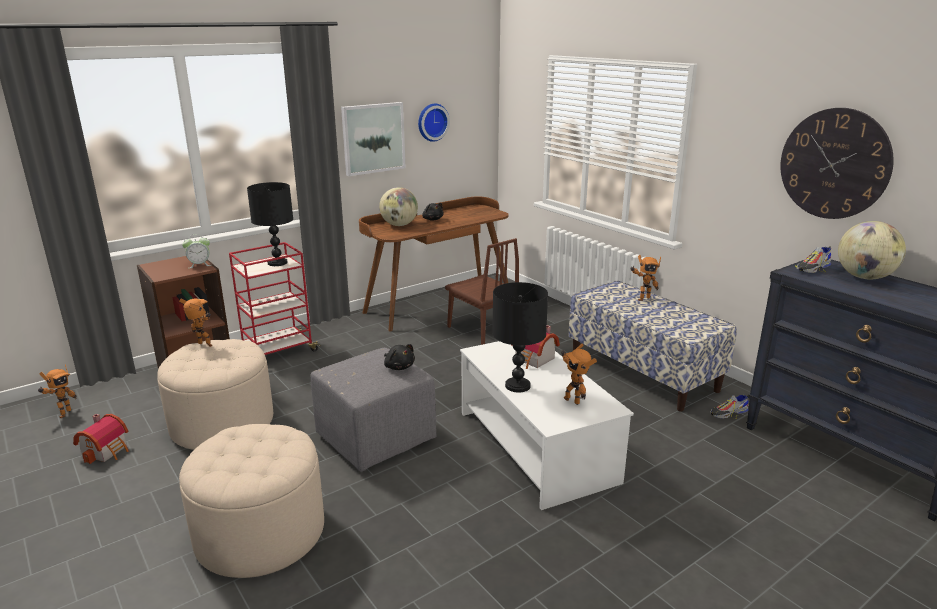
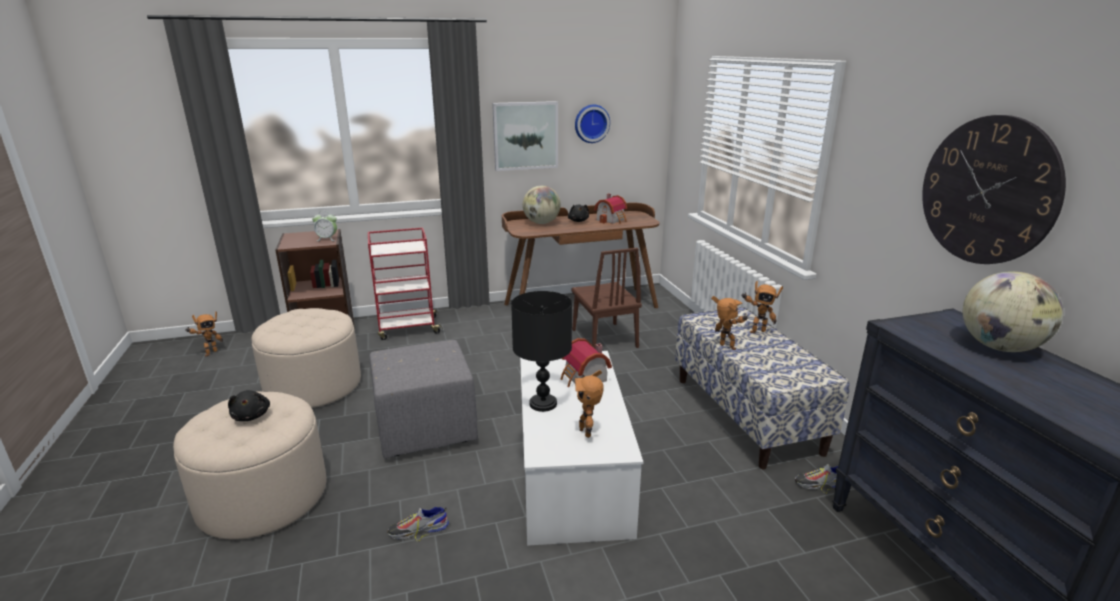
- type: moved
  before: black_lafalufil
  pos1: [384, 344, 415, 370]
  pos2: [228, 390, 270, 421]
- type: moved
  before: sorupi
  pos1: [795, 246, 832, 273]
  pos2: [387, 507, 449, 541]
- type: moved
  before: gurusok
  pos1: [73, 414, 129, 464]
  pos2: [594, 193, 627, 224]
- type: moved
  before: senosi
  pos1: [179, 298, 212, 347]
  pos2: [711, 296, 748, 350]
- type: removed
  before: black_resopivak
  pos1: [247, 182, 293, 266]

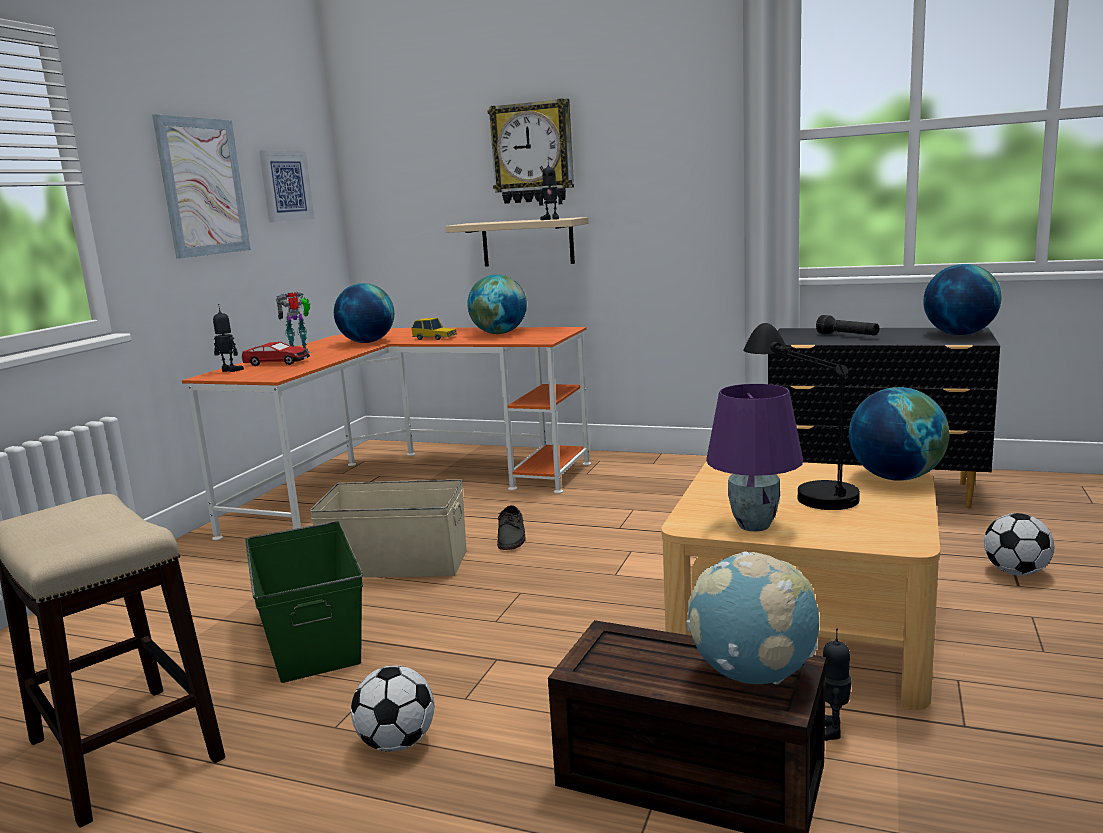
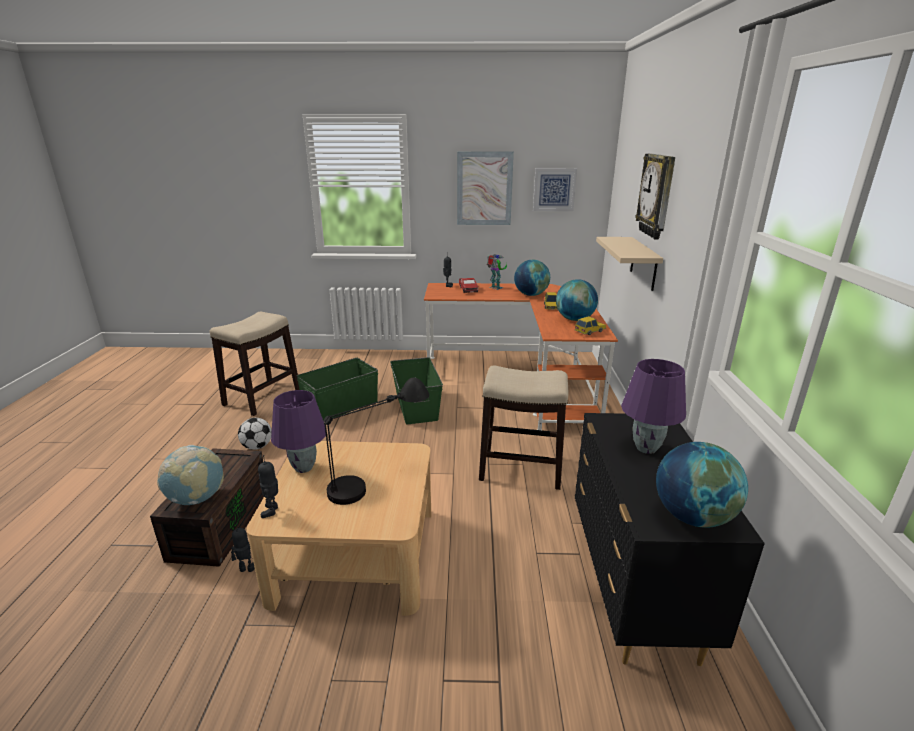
- type: moved
  before: senosi
  pos1: [539, 163, 562, 220]
  pos2: [258, 455, 278, 518]
- type: recoloured
  before: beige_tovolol
  after: green_tovolol
  pos1: [310, 479, 467, 578]
  pos2: [390, 357, 443, 424]
- type: added
  after: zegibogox
  pos2: [479, 366, 568, 490]
- type: added
  after: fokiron
  pos2: [575, 316, 606, 335]
- type: replaced
  before: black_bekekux
  after: purple_resopivak
  pos1: [816, 315, 879, 336]
  pos2: [621, 359, 686, 454]
- type: removed
  before: grey_sorupi
  pos1: [497, 505, 526, 550]
- type: removed
  before: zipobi
  pos1: [849, 387, 949, 481]
- type: removed
  before: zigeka
  pos1: [984, 513, 1054, 576]

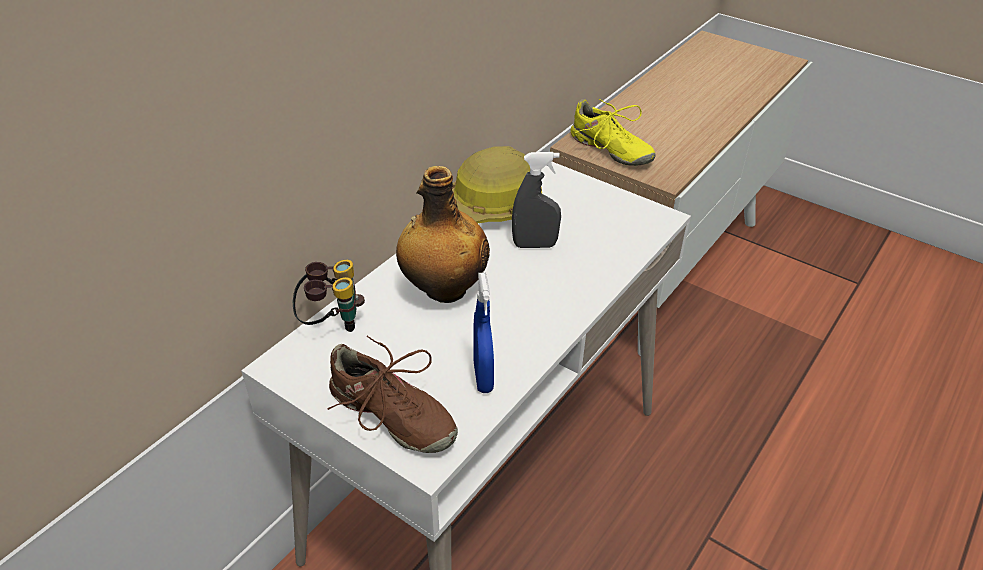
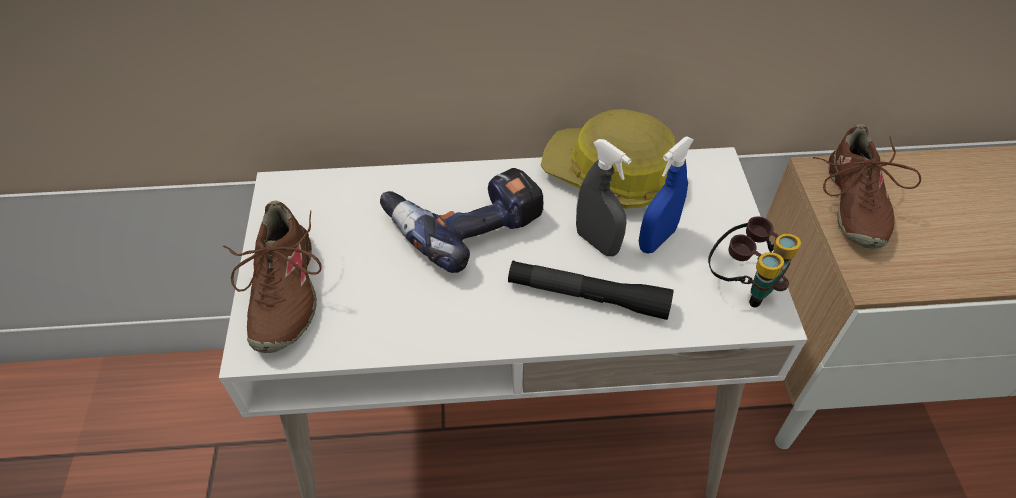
- type: replaced
  before: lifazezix
  after: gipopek
  pos1: [396, 166, 490, 303]
  pos2: [380, 168, 544, 273]
- type: added
  after: black_bekekux
  pos2: [508, 261, 673, 320]
- type: moved
  before: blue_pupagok
  pos1: [474, 272, 494, 393]
  pos2: [639, 136, 694, 253]
- type: moved
  before: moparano
  pos1: [293, 260, 365, 332]
  pos2: [708, 216, 801, 308]
- type: recoloured
  before: yellow_sorupi
  after: brown_sorupi
  pos1: [571, 99, 656, 166]
  pos2: [813, 124, 921, 249]

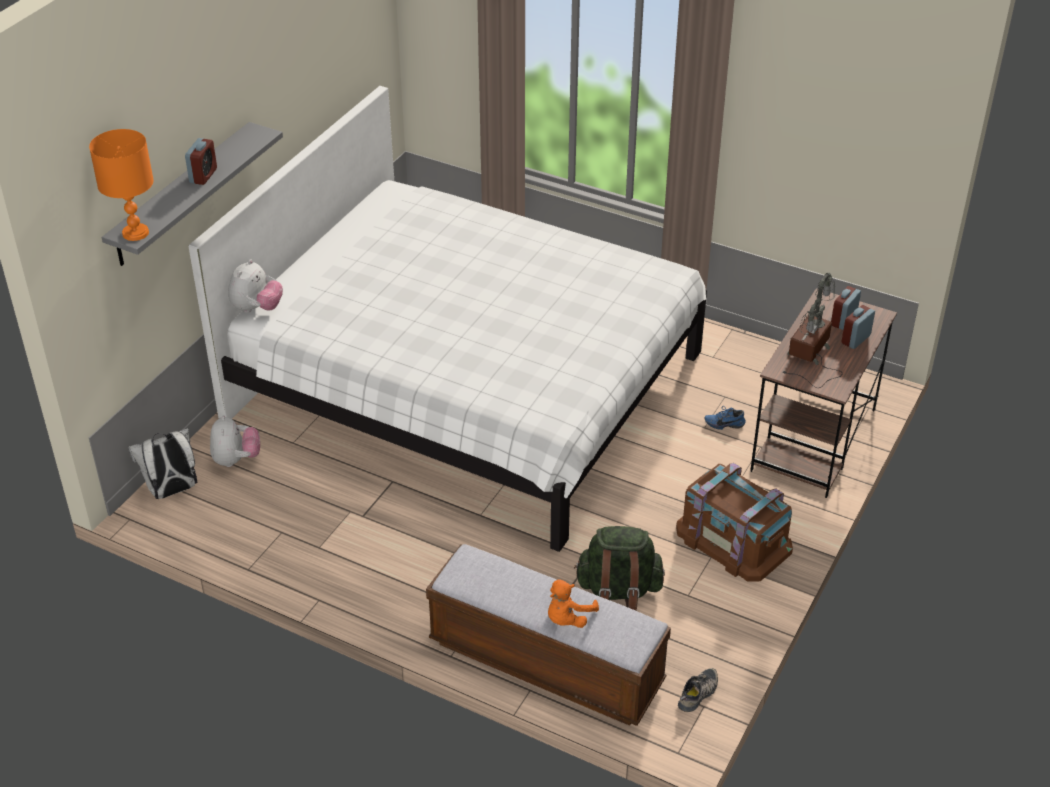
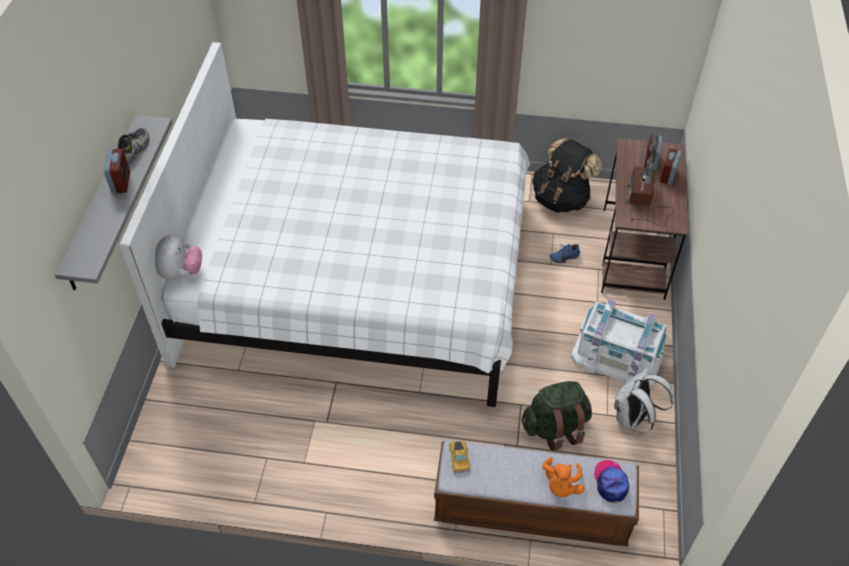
- type: moved
  before: sorupi
  pos1: [678, 668, 718, 712]
  pos2: [117, 128, 150, 165]
- type: added
  after: fokiron
  pos2: [449, 441, 471, 473]
- type: added
  after: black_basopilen
  pos2: [533, 138, 602, 213]
- type: recoloured
  before: brown_tovolol
  after: white_tovolol
  pos1: [676, 463, 793, 582]
  pos2: [571, 299, 667, 387]
- type: added
  after: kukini
  pos2: [594, 460, 629, 503]
- type: moved
  before: white_basopilen
  pos1: [128, 428, 197, 499]
  pos2: [614, 367, 673, 434]
- type: removed
  before: orange_resopivak
  pos1: [89, 129, 154, 241]
- type: removed
  before: lafalufil
  pos1: [210, 415, 260, 467]

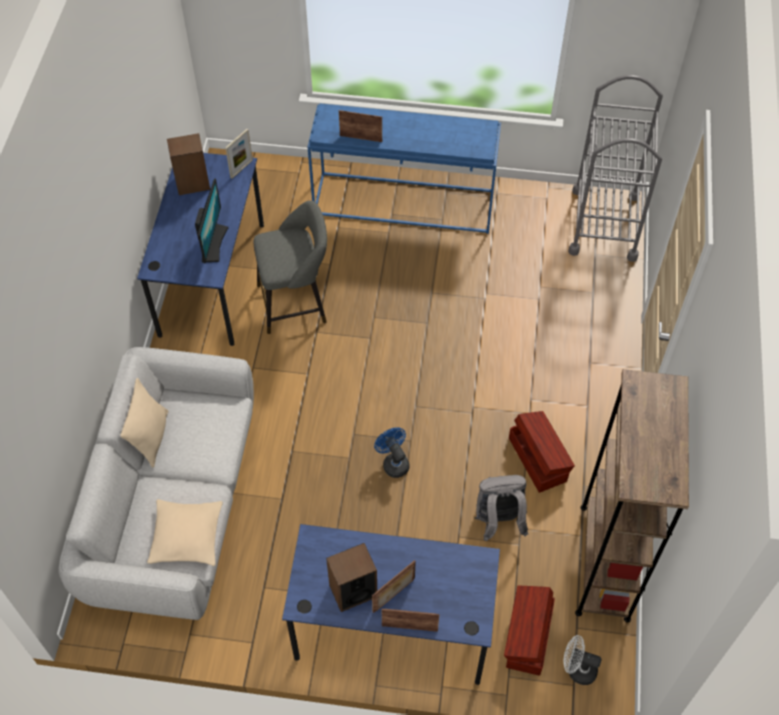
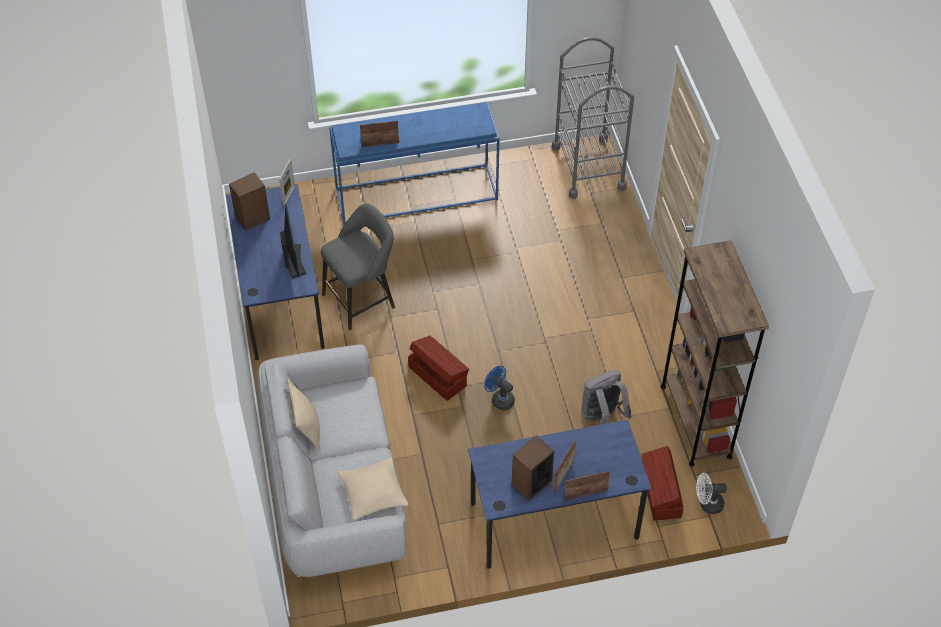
- type: moved
  before: brown_tovolol
  pos1: [509, 411, 575, 493]
  pos2: [408, 335, 469, 401]

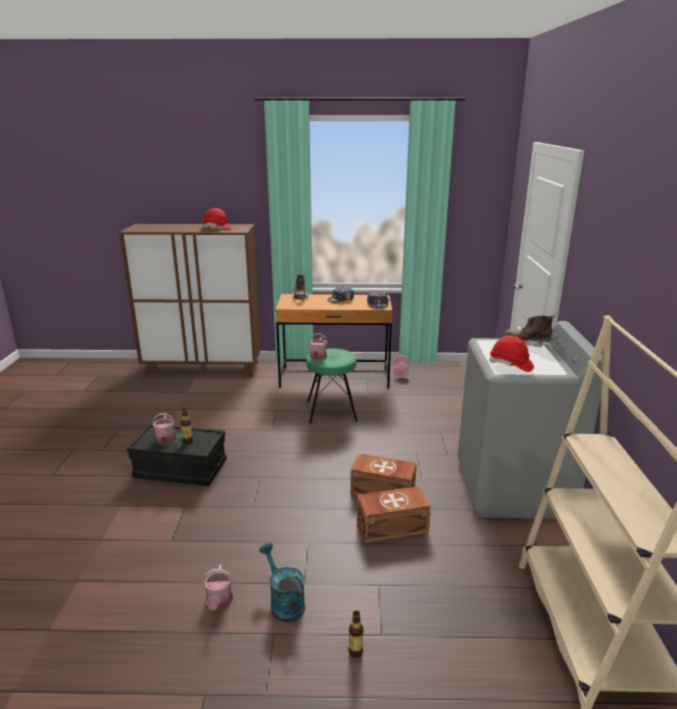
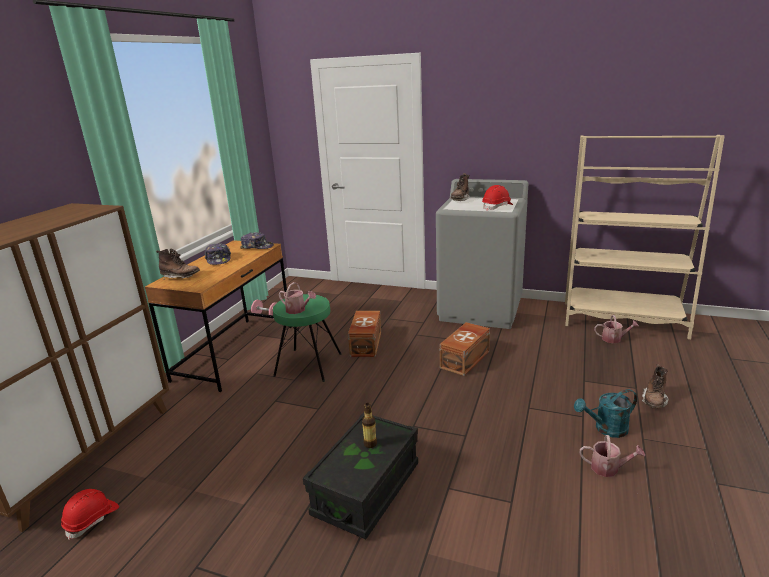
- type: moved
  before: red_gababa
  pos1: [202, 208, 232, 229]
  pos2: [61, 489, 119, 540]
- type: moved
  before: brown_tovolol
  pos1: [357, 486, 431, 543]
  pos2: [348, 311, 381, 357]
- type: moved
  before: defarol
  pos1: [152, 413, 176, 444]
  pos2: [594, 315, 639, 344]
- type: replaced
  before: lifazezix
  after: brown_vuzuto
  pos1: [348, 611, 363, 658]
  pos2: [642, 364, 668, 408]

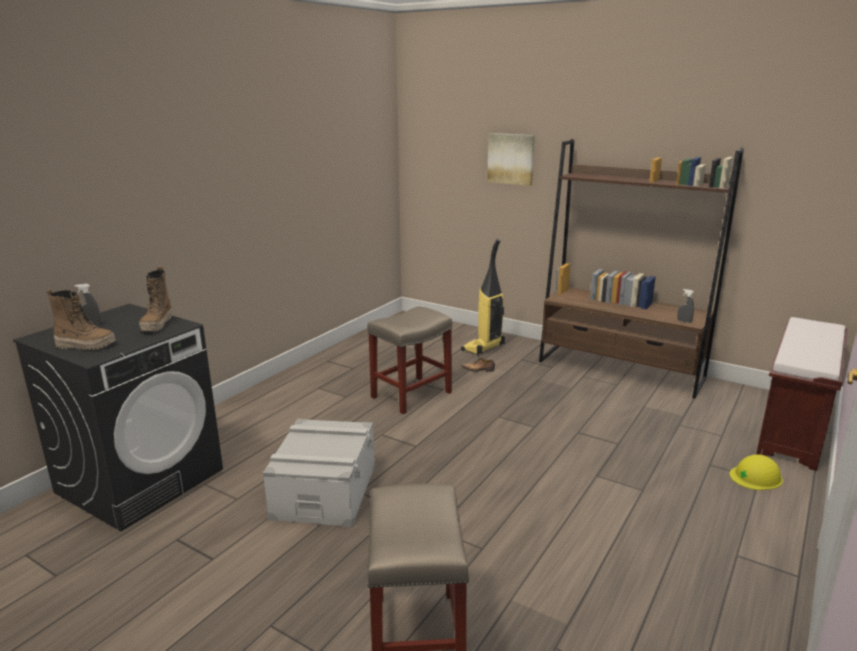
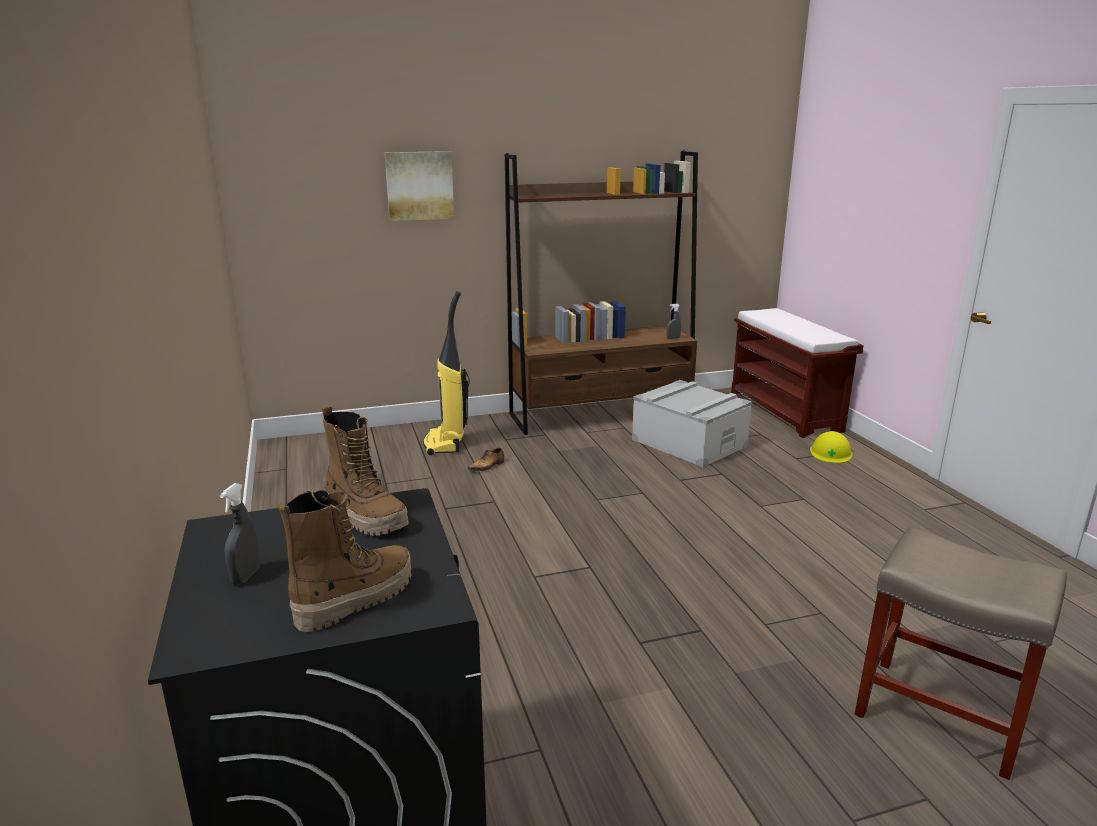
- type: moved
  before: grey_tovolol
  pos1: [263, 419, 375, 527]
  pos2: [632, 380, 752, 467]
- type: removed
  before: beige_zegibogox
  pos1: [367, 306, 452, 414]

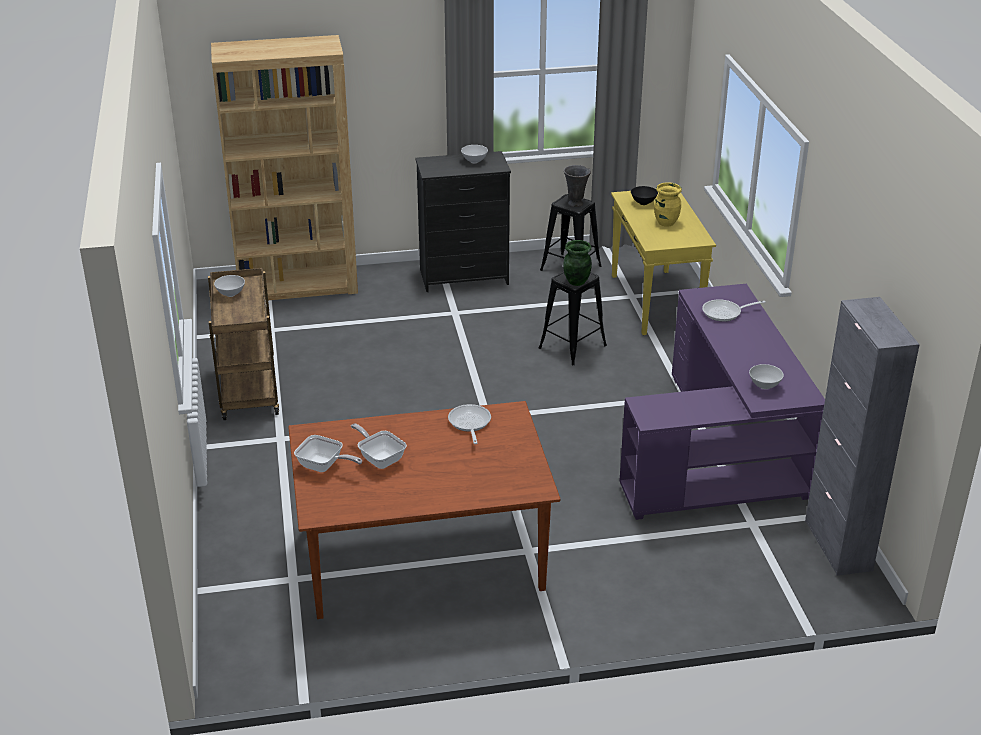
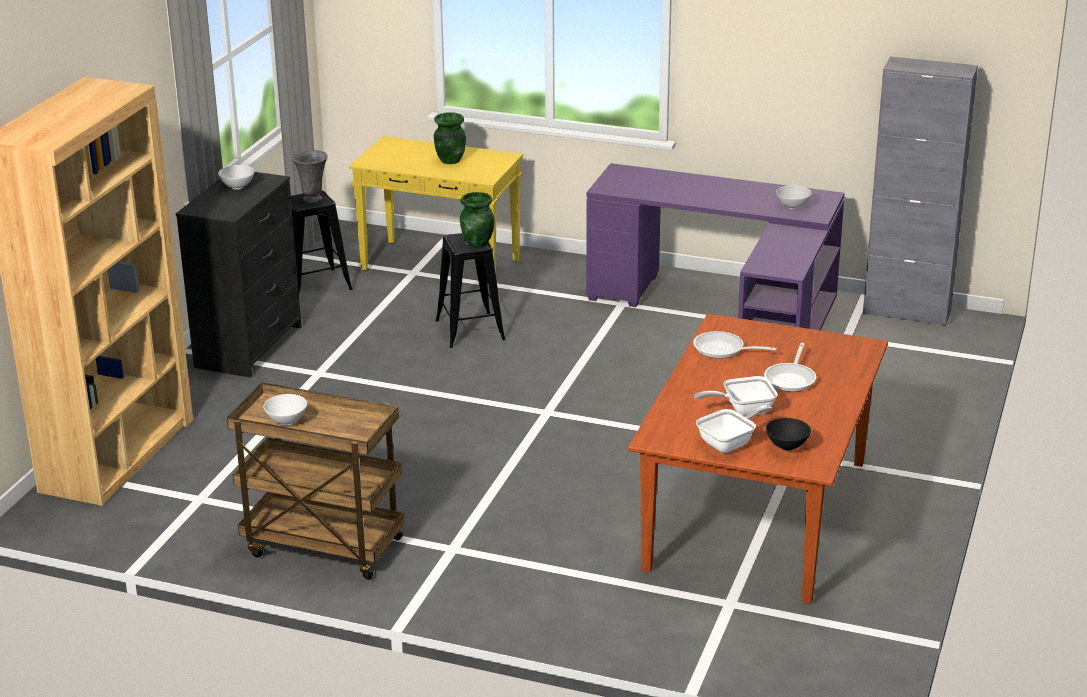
- type: recoloured
  before: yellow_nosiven
  after: green_nosiven
  pos1: [654, 182, 682, 227]
  pos2: [434, 112, 466, 164]
- type: moved
  before: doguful
  pos1: [702, 299, 766, 322]
  pos2: [764, 343, 816, 392]
- type: moved
  before: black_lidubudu
  pos1: [631, 186, 658, 205]
  pos2: [766, 418, 811, 451]

